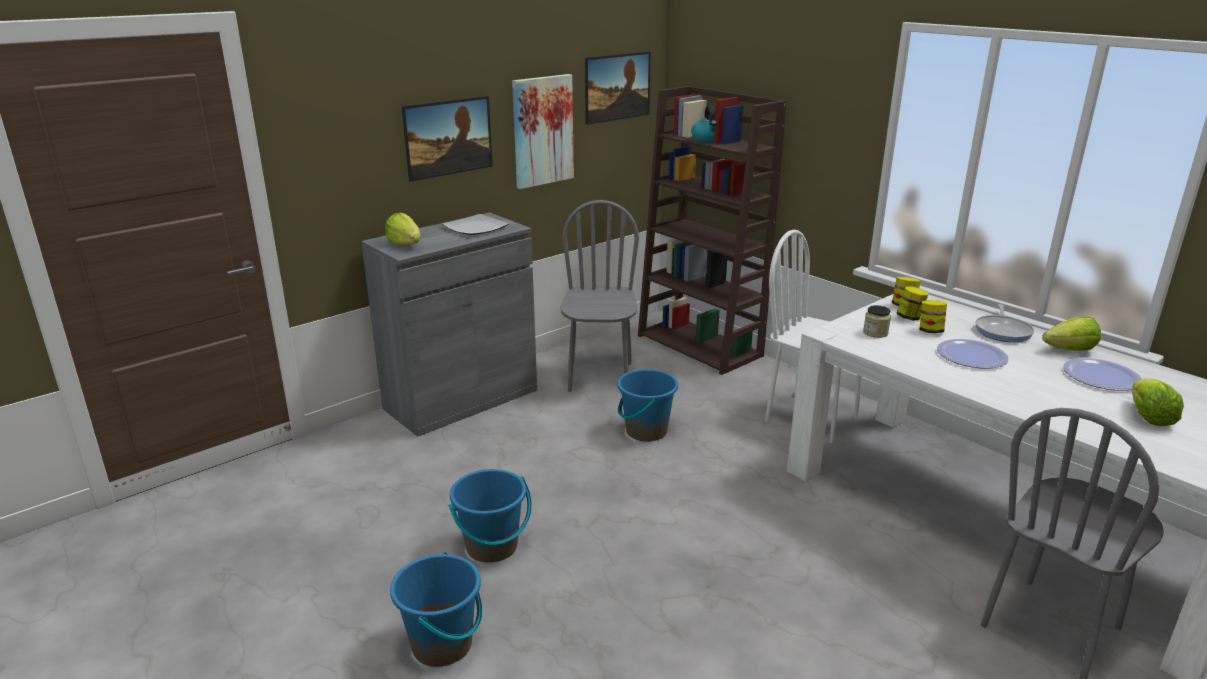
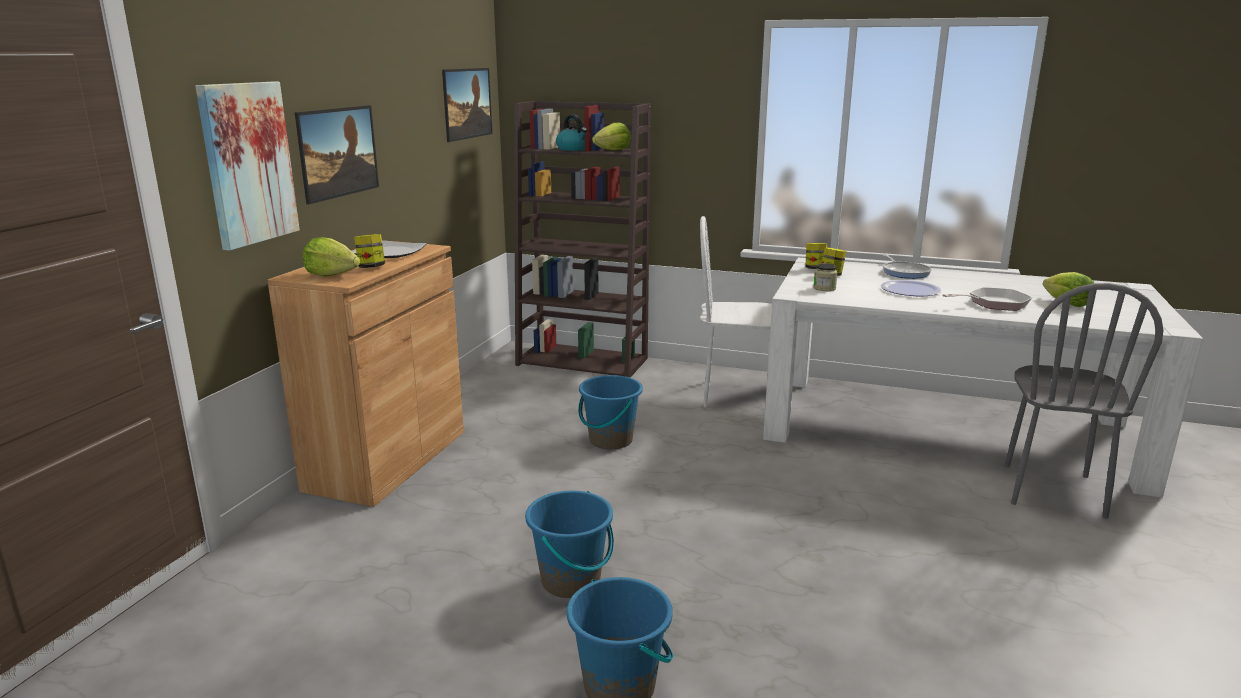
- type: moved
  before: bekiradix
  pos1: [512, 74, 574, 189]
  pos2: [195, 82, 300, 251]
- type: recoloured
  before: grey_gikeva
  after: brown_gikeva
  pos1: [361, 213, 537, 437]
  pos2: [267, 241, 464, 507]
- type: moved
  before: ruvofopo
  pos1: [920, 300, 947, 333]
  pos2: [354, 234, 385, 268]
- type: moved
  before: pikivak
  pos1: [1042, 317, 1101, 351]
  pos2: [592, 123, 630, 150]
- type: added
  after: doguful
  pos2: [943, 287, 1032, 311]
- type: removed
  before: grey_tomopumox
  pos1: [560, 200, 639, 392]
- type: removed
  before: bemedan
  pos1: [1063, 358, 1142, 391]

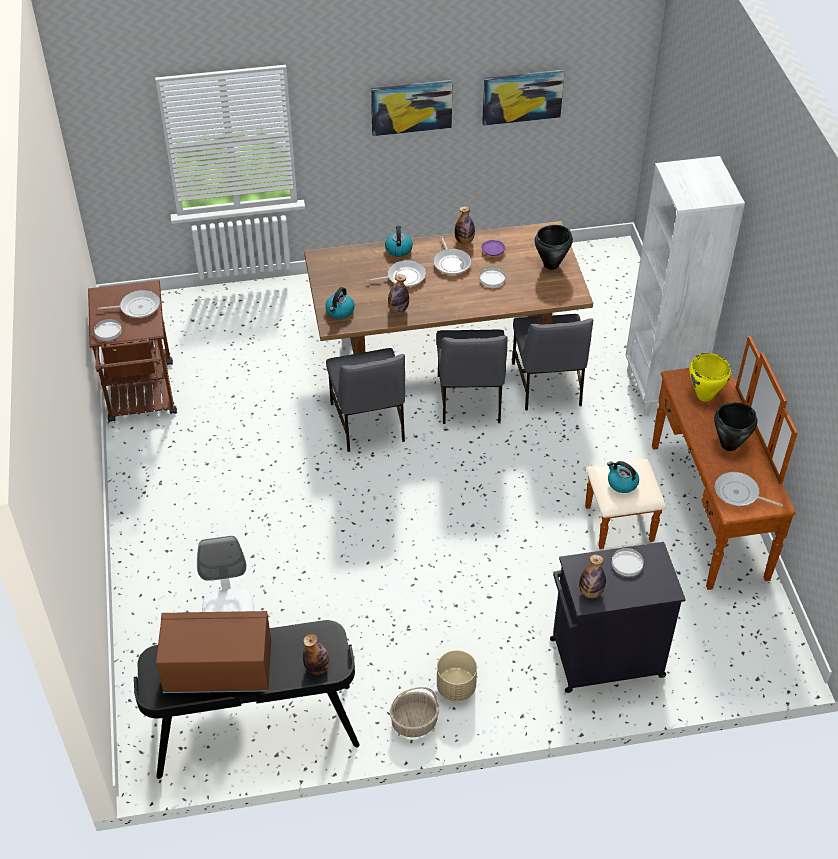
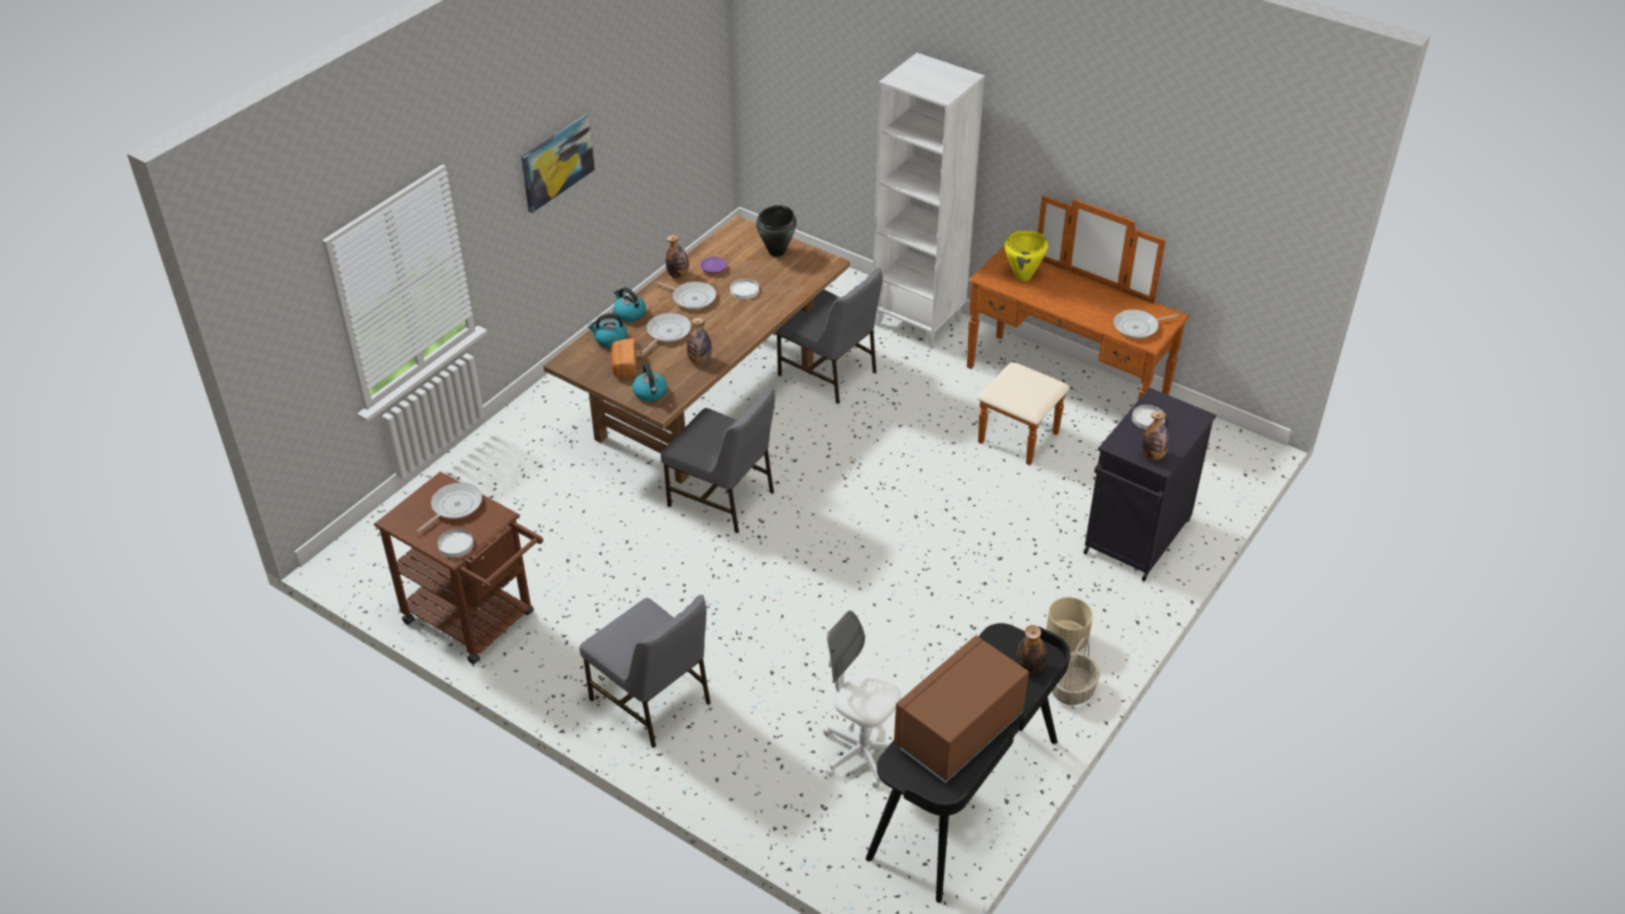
- type: moved
  before: grey_tomopumox
  pos1: [436, 330, 508, 424]
  pos2: [579, 595, 711, 748]
- type: moved
  before: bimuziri
  pos1: [607, 461, 639, 493]
  pos2: [588, 313, 627, 348]
- type: added
  after: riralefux
  pos2: [611, 338, 637, 379]
- type: removed
  before: bekiradix
  pos1: [482, 70, 564, 126]
- type: removed
  before: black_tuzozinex
  pos1: [714, 402, 757, 451]

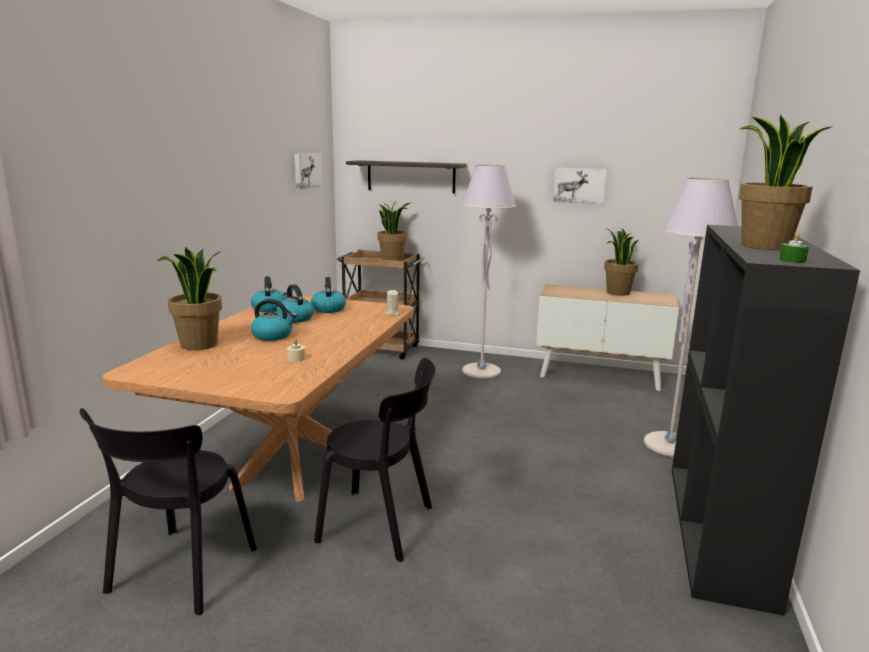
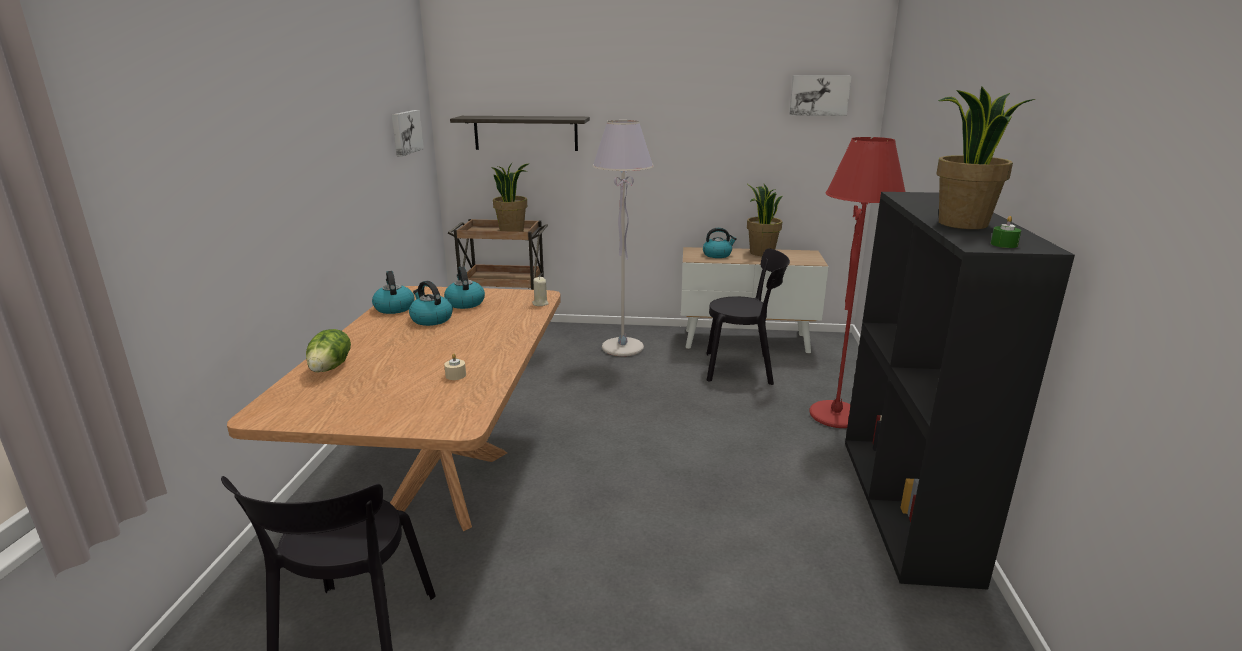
- type: replaced
  before: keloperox
  after: pikivak
  pos1: [157, 247, 222, 350]
  pos2: [306, 329, 351, 373]
- type: moved
  before: bimuziri
  pos1: [251, 299, 297, 341]
  pos2: [703, 228, 737, 258]
- type: moved
  before: black_tomopumox
  pos1: [314, 358, 436, 562]
  pos2: [706, 248, 790, 385]
- type: moved
  before: bekiradix
  pos1: [553, 168, 607, 204]
  pos2: [789, 75, 852, 116]
- type: recoloured
  before: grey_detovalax
  after: red_detovalax
  pos1: [644, 178, 738, 457]
  pos2: [809, 137, 905, 428]

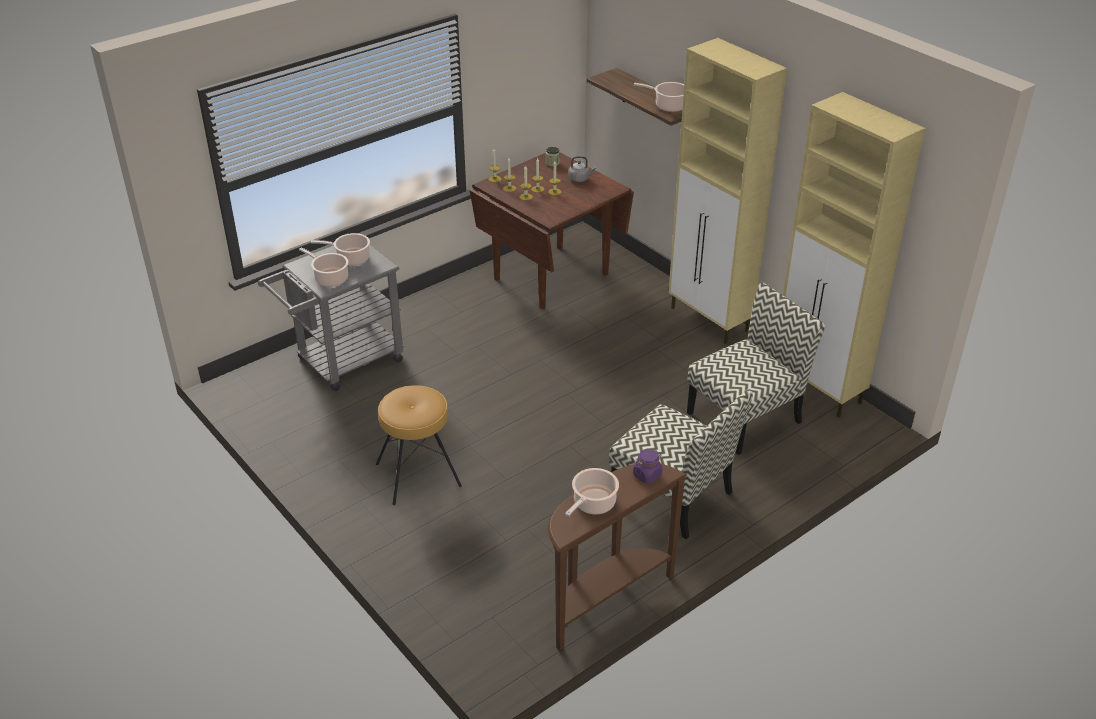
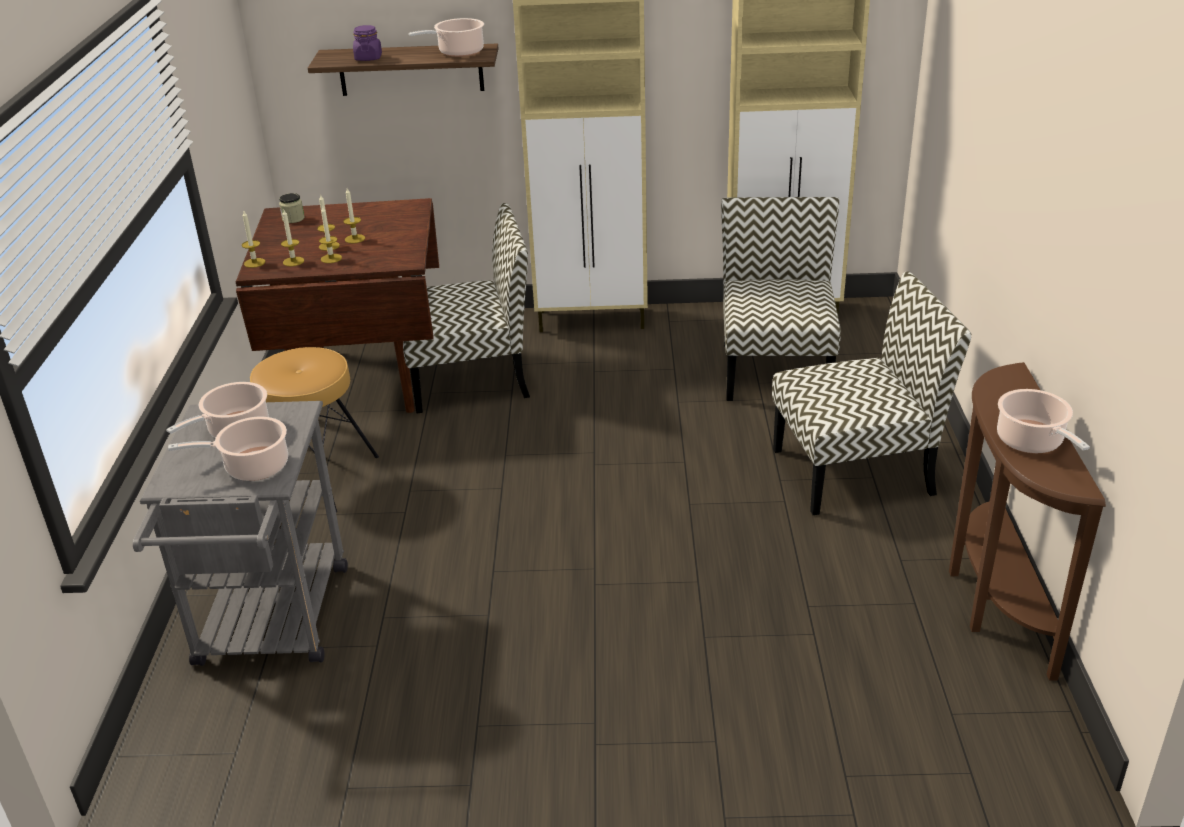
- type: moved
  before: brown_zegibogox
  pos1: [376, 385, 462, 505]
  pos2: [250, 347, 379, 512]
- type: moved
  before: purple_ruvofopo
  pos1: [633, 449, 662, 484]
  pos2: [353, 25, 382, 61]
- type: added
  after: tomopumox
  pos2: [403, 203, 530, 413]
- type: removed
  before: grey_bimuziri
  pos1: [568, 156, 596, 182]

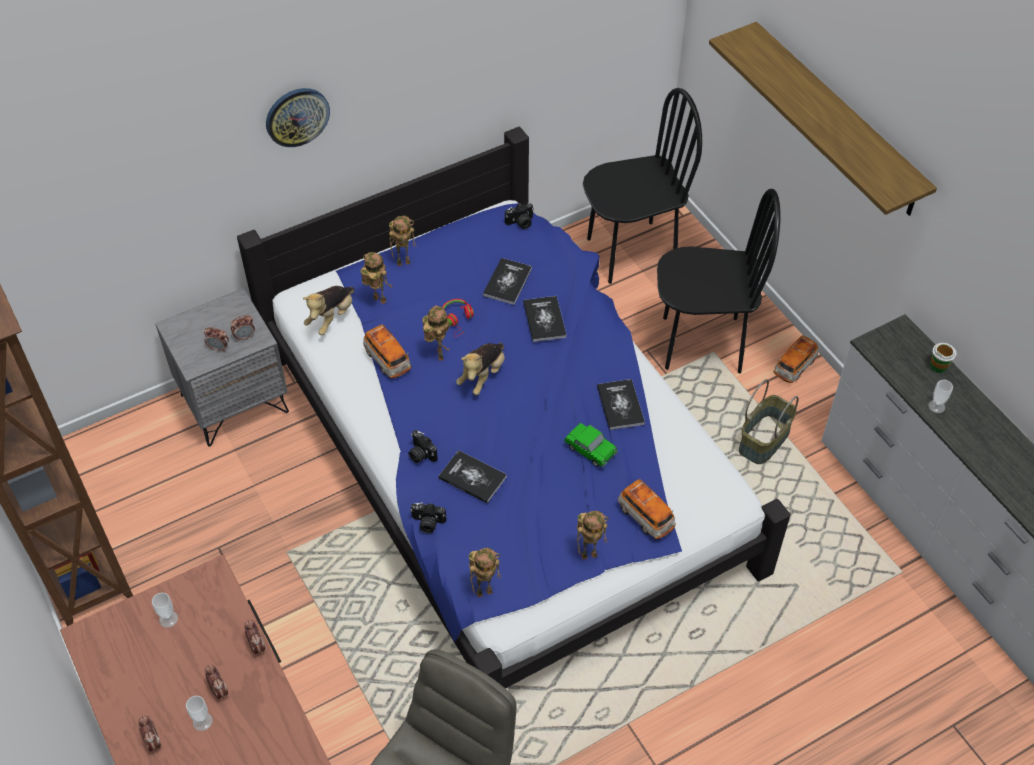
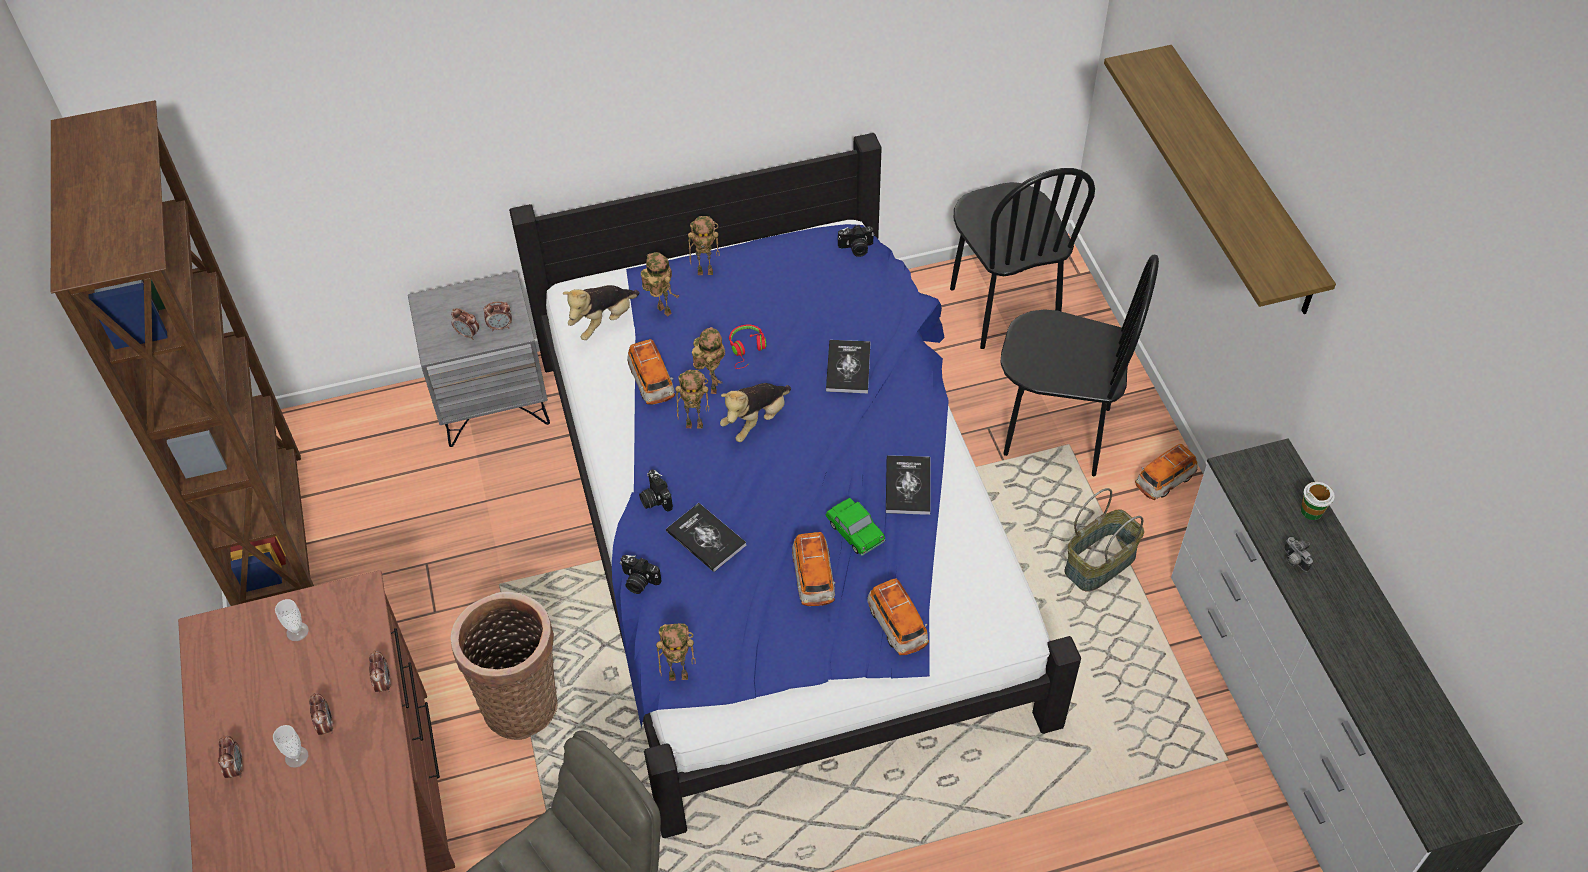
- type: added
  after: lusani
  pos2: [451, 591, 558, 740]
- type: moved
  before: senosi
  pos1: [577, 511, 609, 560]
  pos2: [675, 370, 709, 429]
- type: added
  after: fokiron
  pos2: [792, 532, 836, 606]
- type: turned
  before: black_tomopumox
  pos1: [583, 88, 702, 284]
  pos2: [950, 168, 1095, 349]
  turn: 75
- type: replaced
  before: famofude
  after: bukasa
  pos1: [928, 380, 953, 413]
  pos2: [1284, 537, 1313, 572]
- type: removed
  before: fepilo
  pos1: [266, 88, 330, 147]
- type: removed
  before: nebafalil
  pos1: [483, 258, 532, 305]

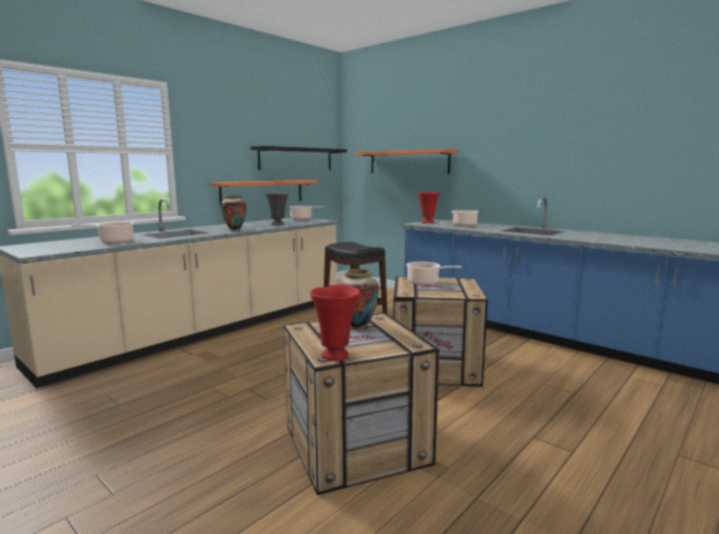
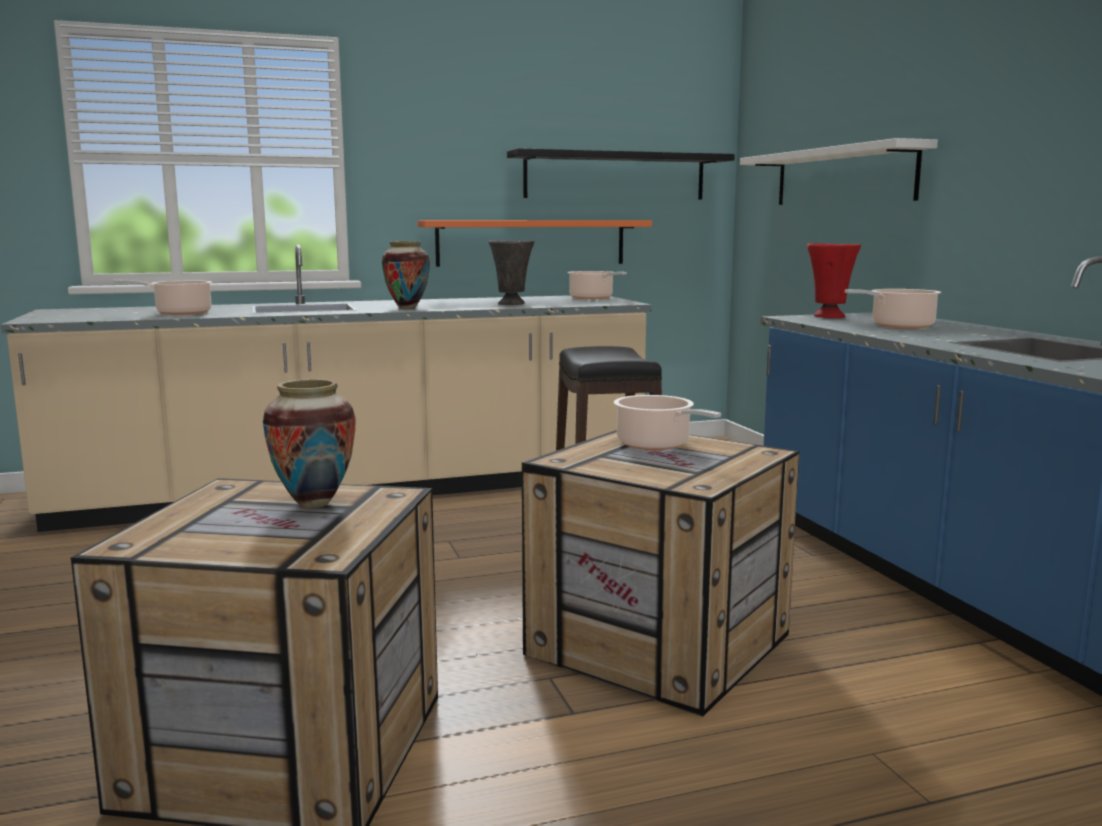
- type: recoloured
  before: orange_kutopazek
  after: white_kutopazek
  pos1: [355, 149, 458, 174]
  pos2: [740, 138, 938, 205]
- type: removed
  before: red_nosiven
  pos1: [310, 285, 361, 361]

